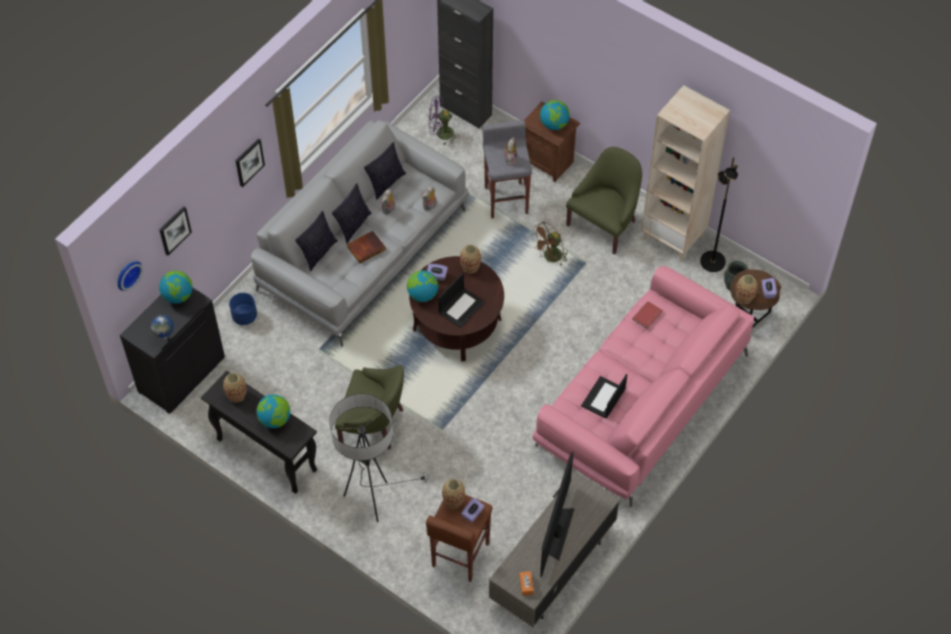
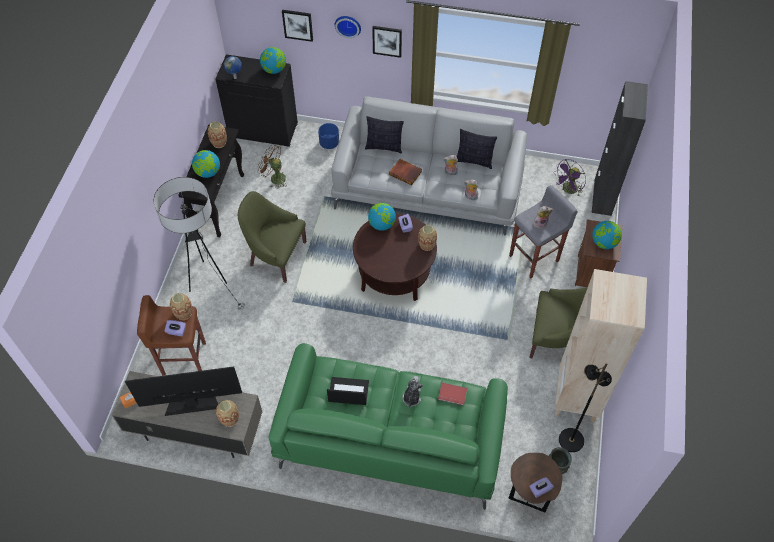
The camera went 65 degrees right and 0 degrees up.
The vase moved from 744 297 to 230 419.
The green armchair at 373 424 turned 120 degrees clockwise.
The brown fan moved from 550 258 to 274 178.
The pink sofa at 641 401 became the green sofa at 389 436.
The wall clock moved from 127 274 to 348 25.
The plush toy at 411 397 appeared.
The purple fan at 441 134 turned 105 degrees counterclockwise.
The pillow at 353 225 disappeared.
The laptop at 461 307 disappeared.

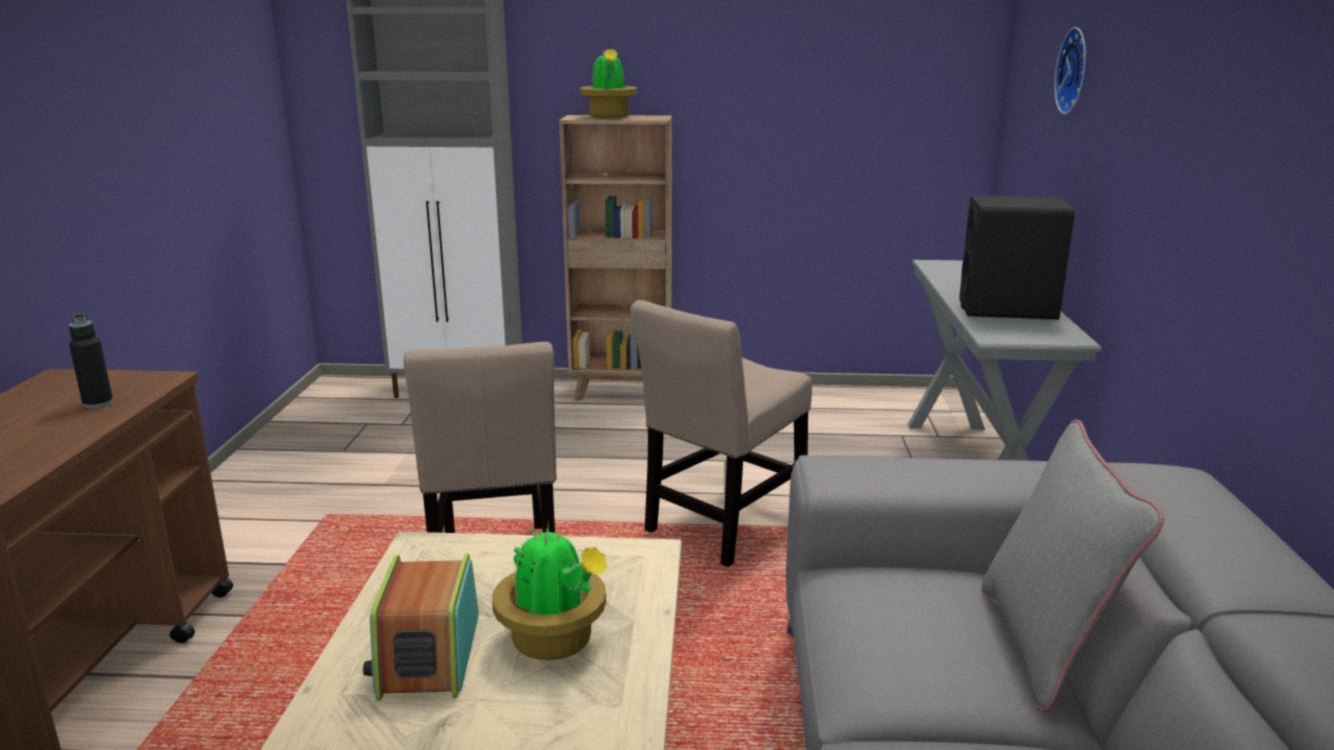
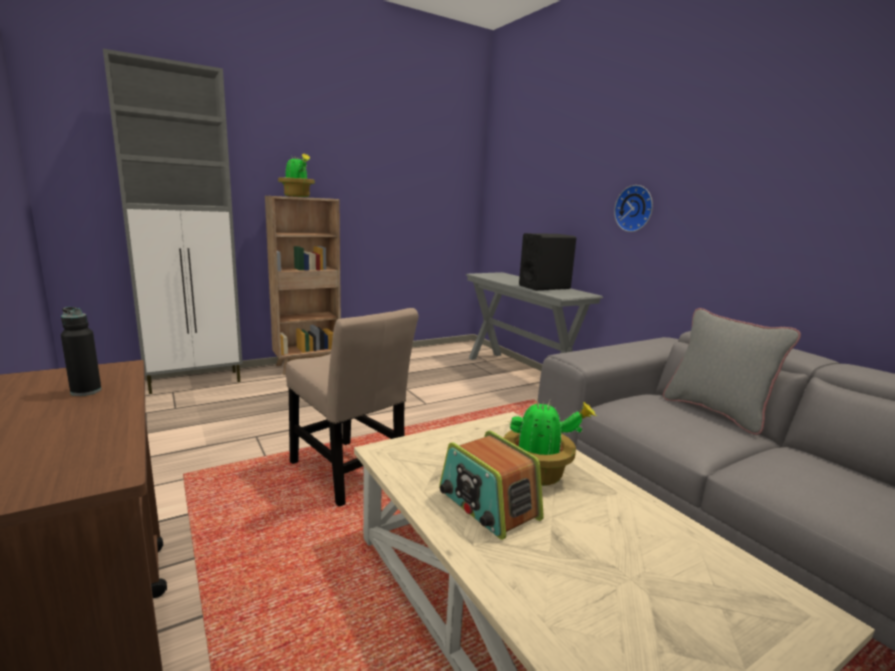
The camera went 35 degrees left and 5 degrees down.
The wall clock moved from 1077 71 to 635 208.
The beige chair at 722 526 disappeared.

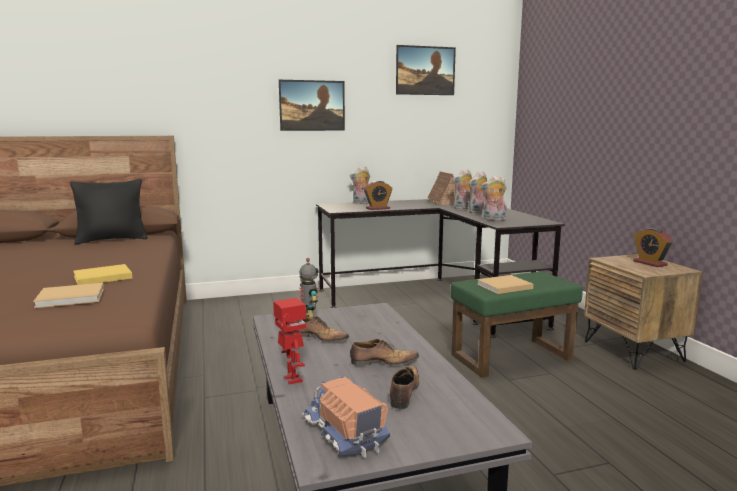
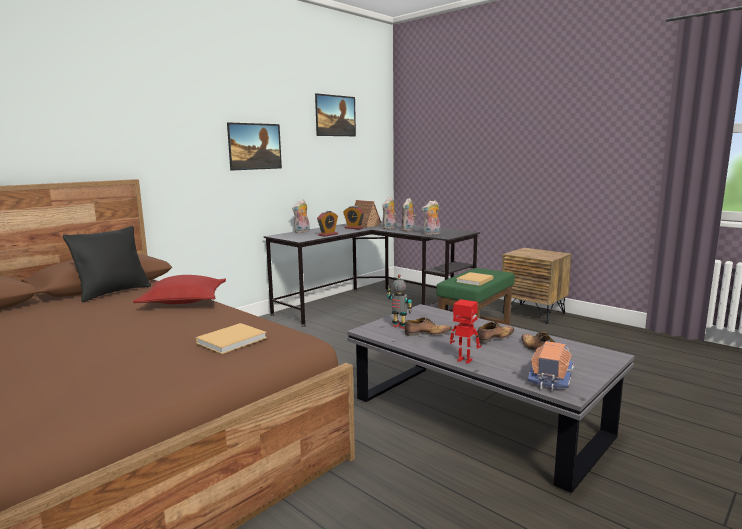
The camera went 30 degrees left and 0 degrees up.
The red pillow at 184 301 appeared.
The alarm clock moved from 649 263 to 354 228.
The toy truck at 344 433 turned 90 degrees clockwise.
The yellow book at 101 277 disappeared.

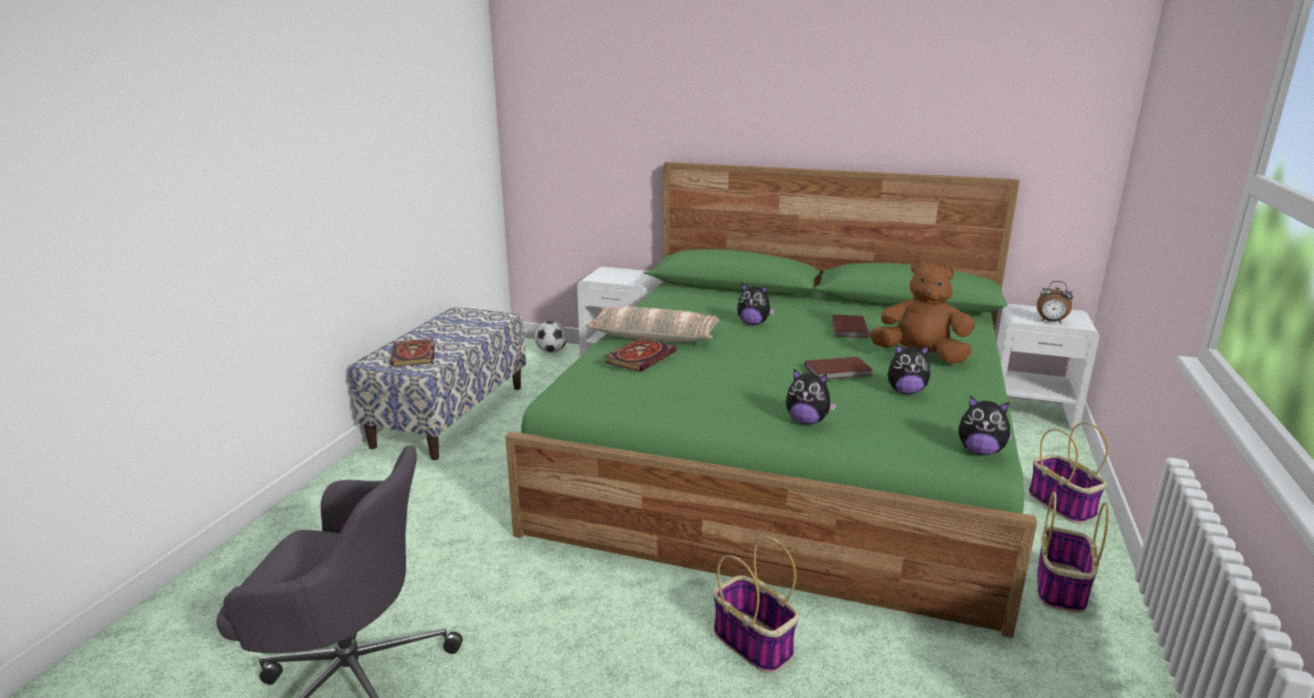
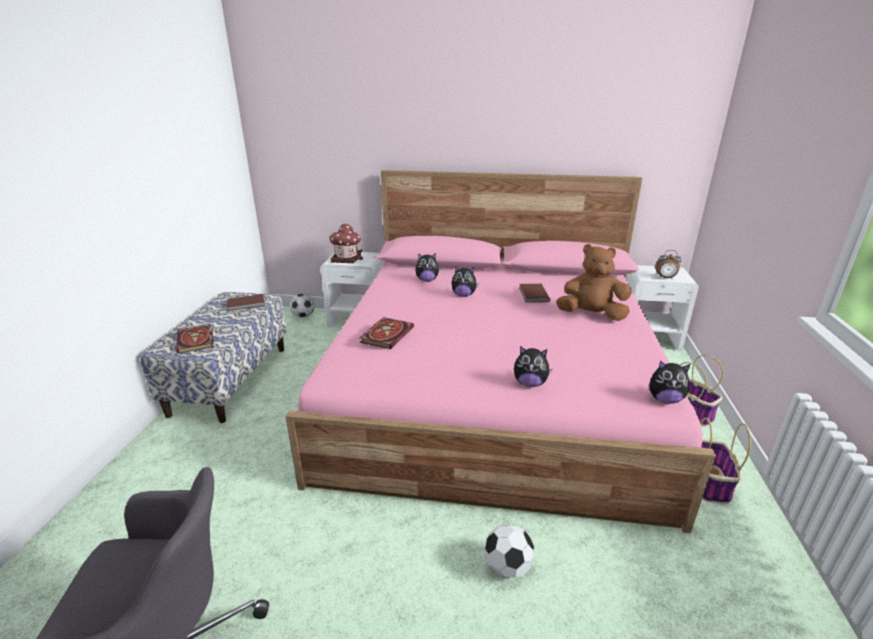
The camera went 10 degrees left and 5 degrees up.
The brown book moved from 839 371 to 246 304.
The green bed at 787 454 became the pink bed at 493 389.
The toy house at 346 258 appeared.
The plush toy moved from 906 391 to 427 280.
The basket at 754 643 was replaced by the football at 507 567.
The pillow at 654 336 disappeared.

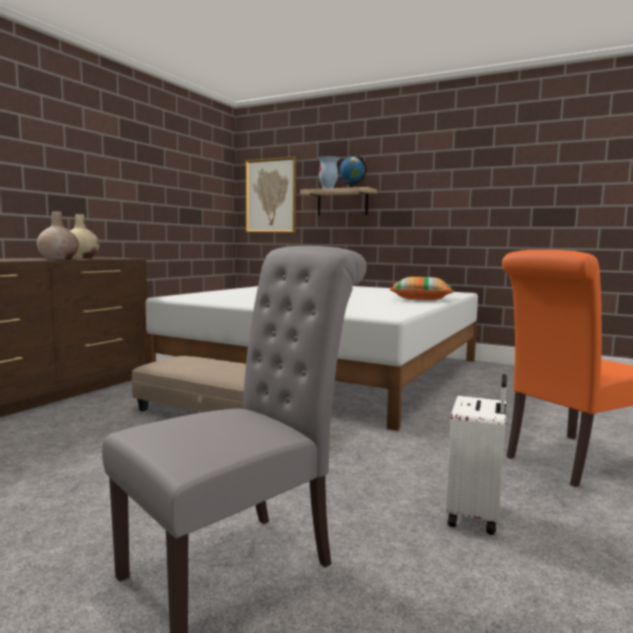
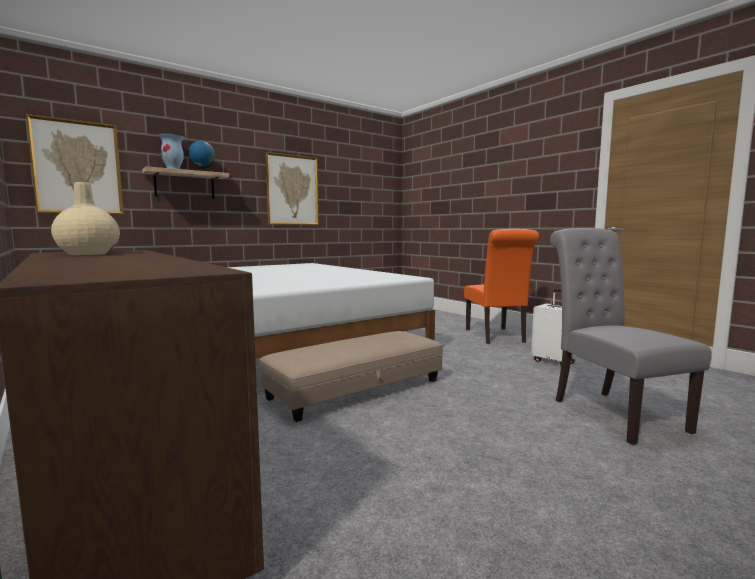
The camera went 65 degrees left and 0 degrees up.
The picture at 292 190 appeared.
The beige vase at 58 259 disappeared.
The pillow at 421 299 disappeared.

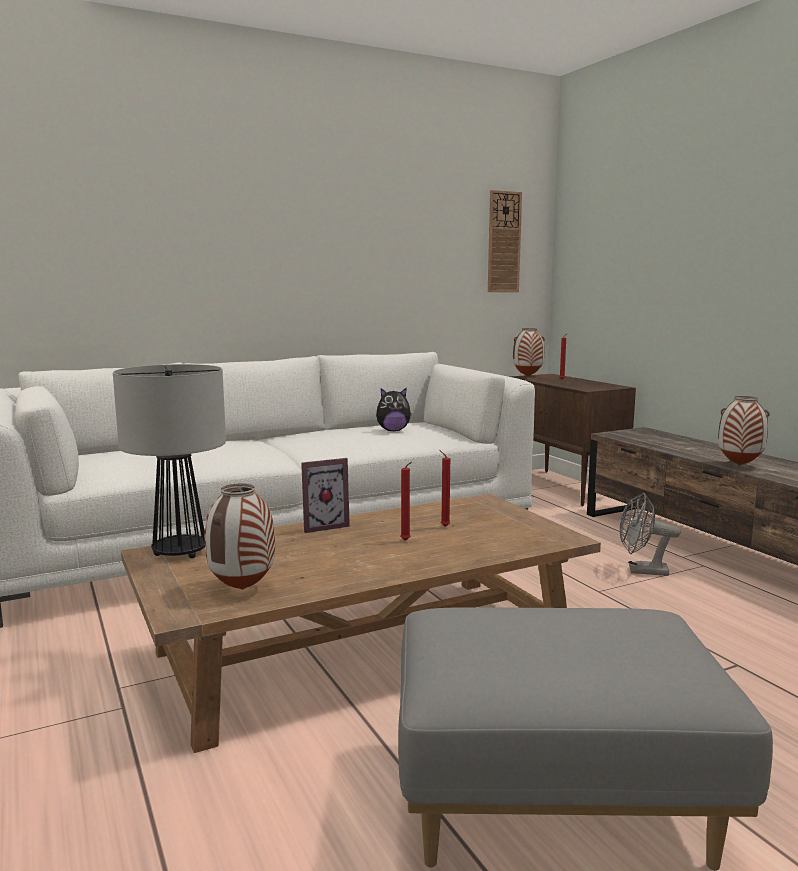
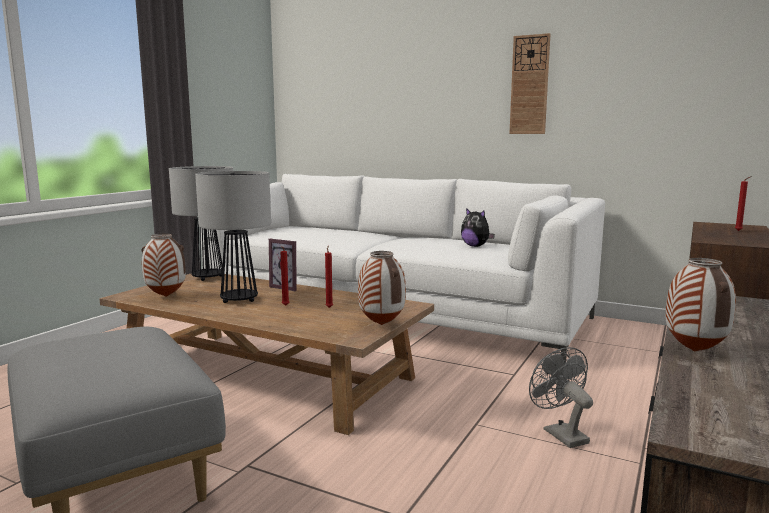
The camera went 55 degrees right and 0 degrees up.
The table lamp at 239 300 appeared.
The vase moved from 527 376 to 381 324.
The wall clock moved from 503 242 to 529 85.

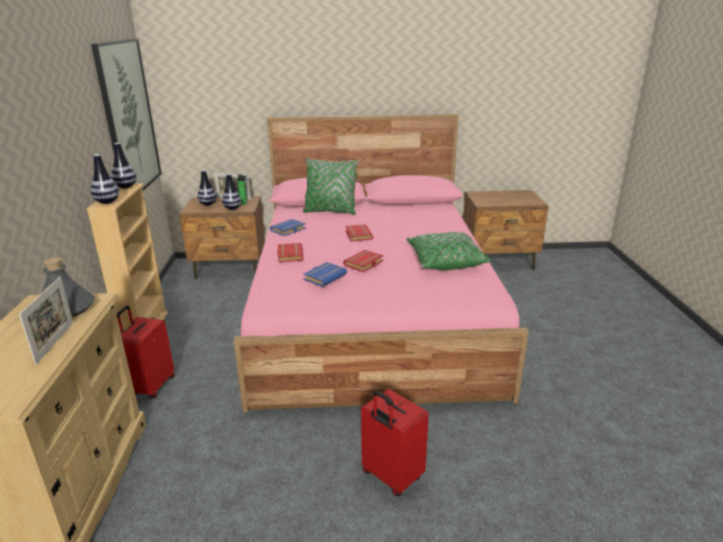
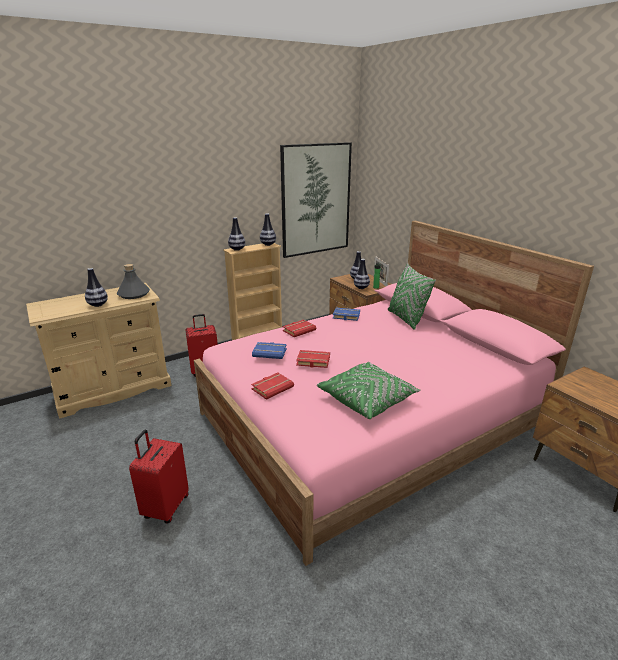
The camera went 60 degrees right and 0 degrees up.
The picture frame at 55 342 was replaced by the vase at 98 305.
The red book moved from 357 235 to 272 387.

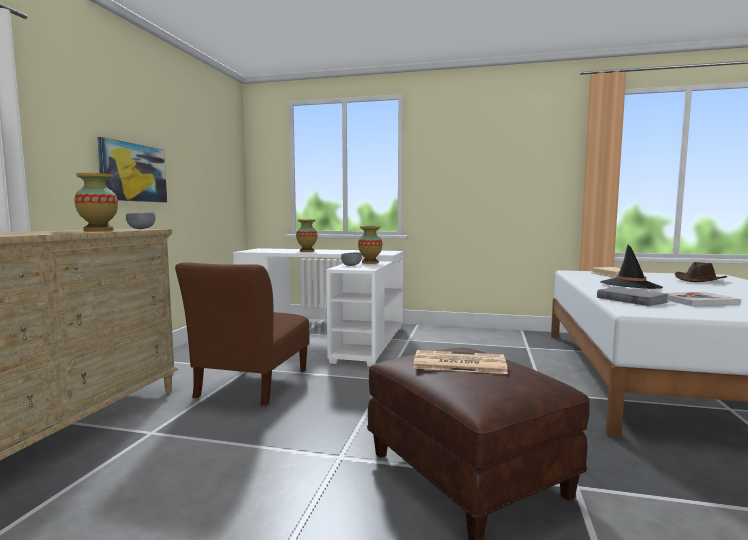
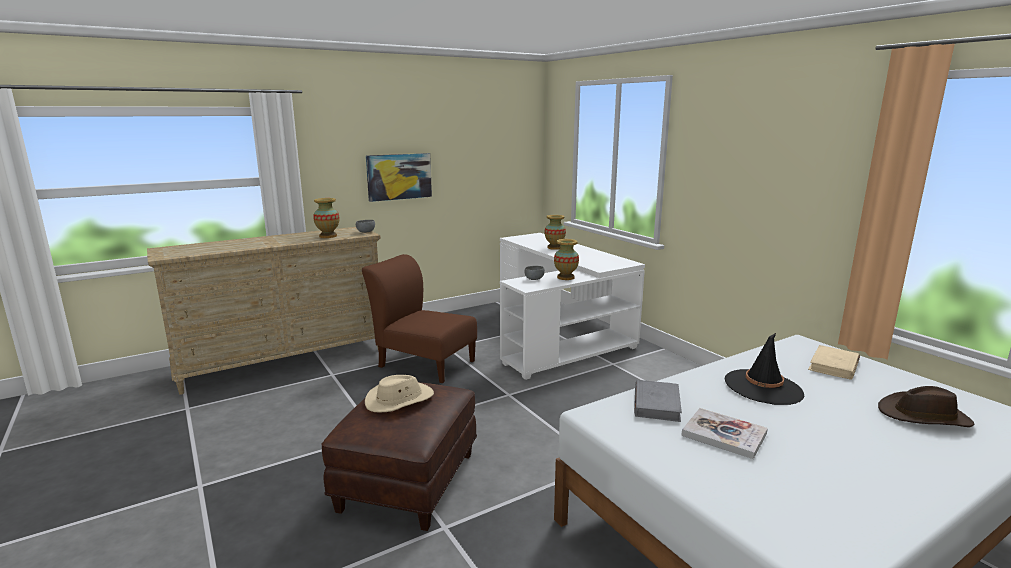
The camera went 45 degrees right and 10 degrees up.
The brown chair at 251 385 turned 60 degrees clockwise.
The newspaper at 458 363 was replaced by the beige hat at 399 400.

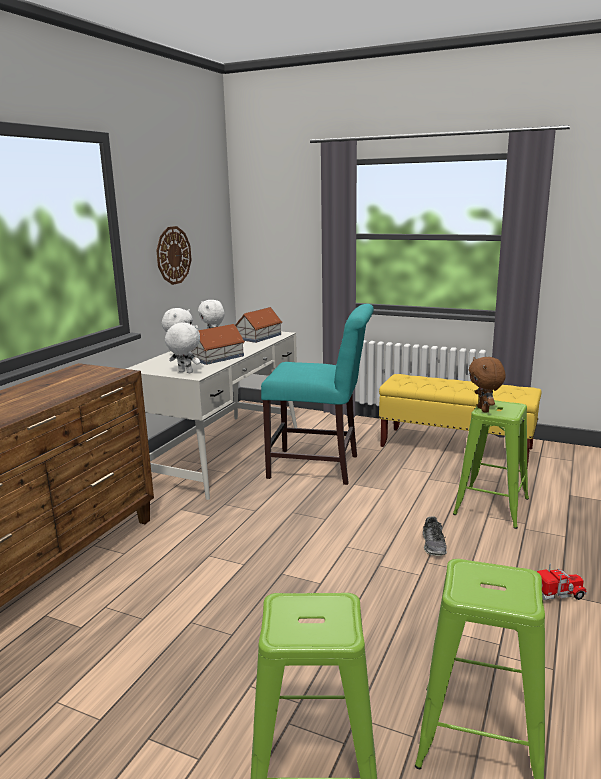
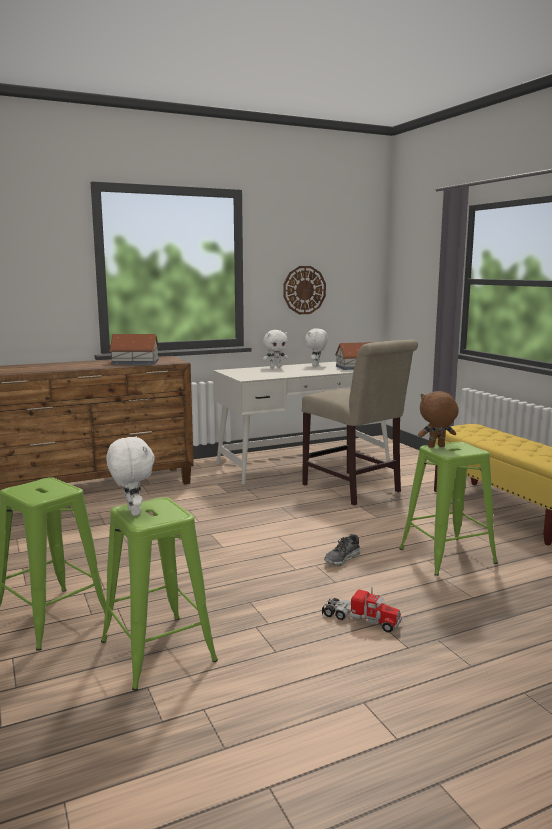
The camera went 40 degrees right and 5 degrees down.
The white plush toy moved from 185 372 to 132 512.
The toy house moved from 217 357 to 135 362.
The turquoise chair at 319 467 became the beige chair at 354 489.
The brown plush toy at 484 410 turned 45 degrees clockwise.

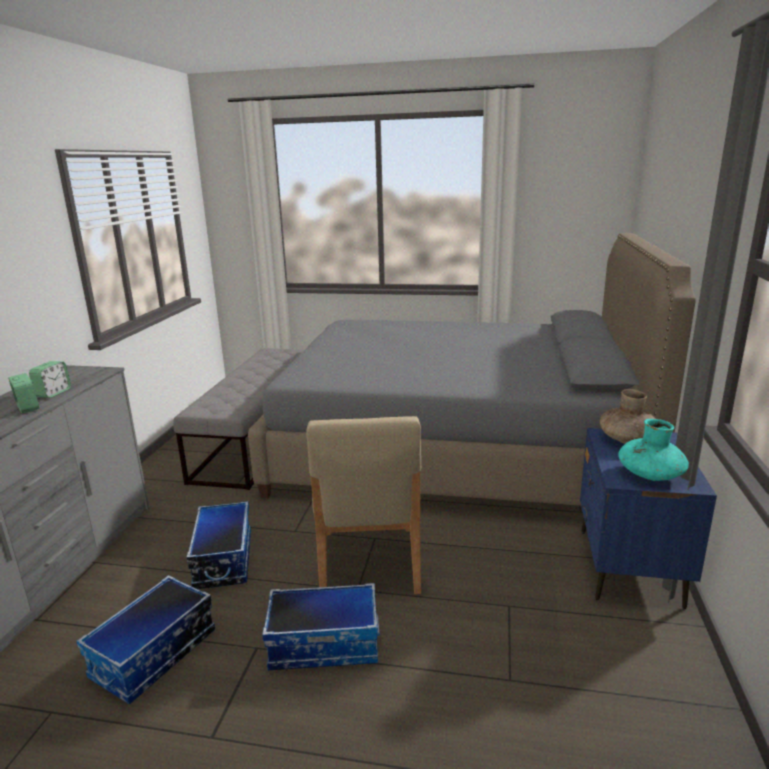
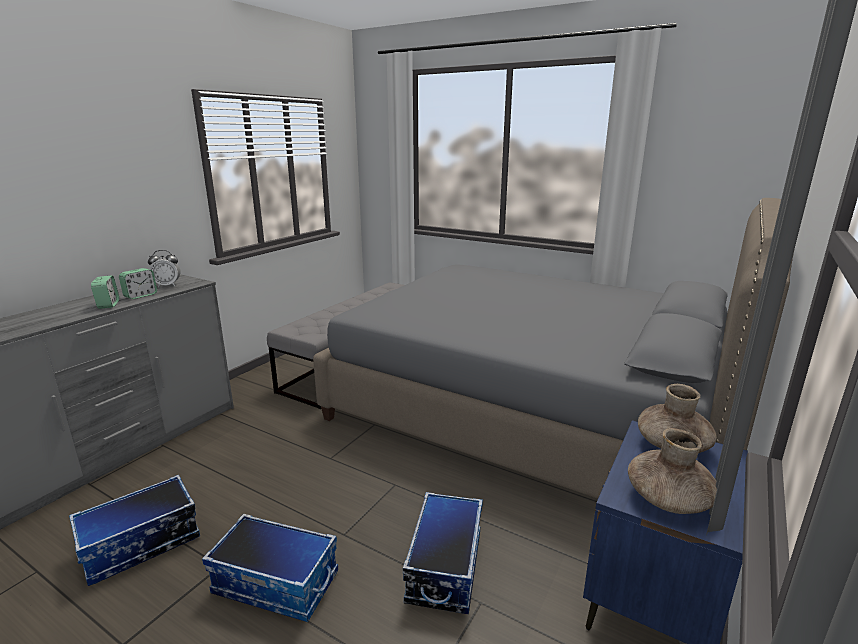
The camera went 20 degrees right and 0 degrees up.
The alarm clock at 167 285 appeared.
The storage box moved from 223 559 to 444 566.
The turquoise vase at 650 474 became the brown vase at 668 499.
The beige chair at 368 562 disappeared.

